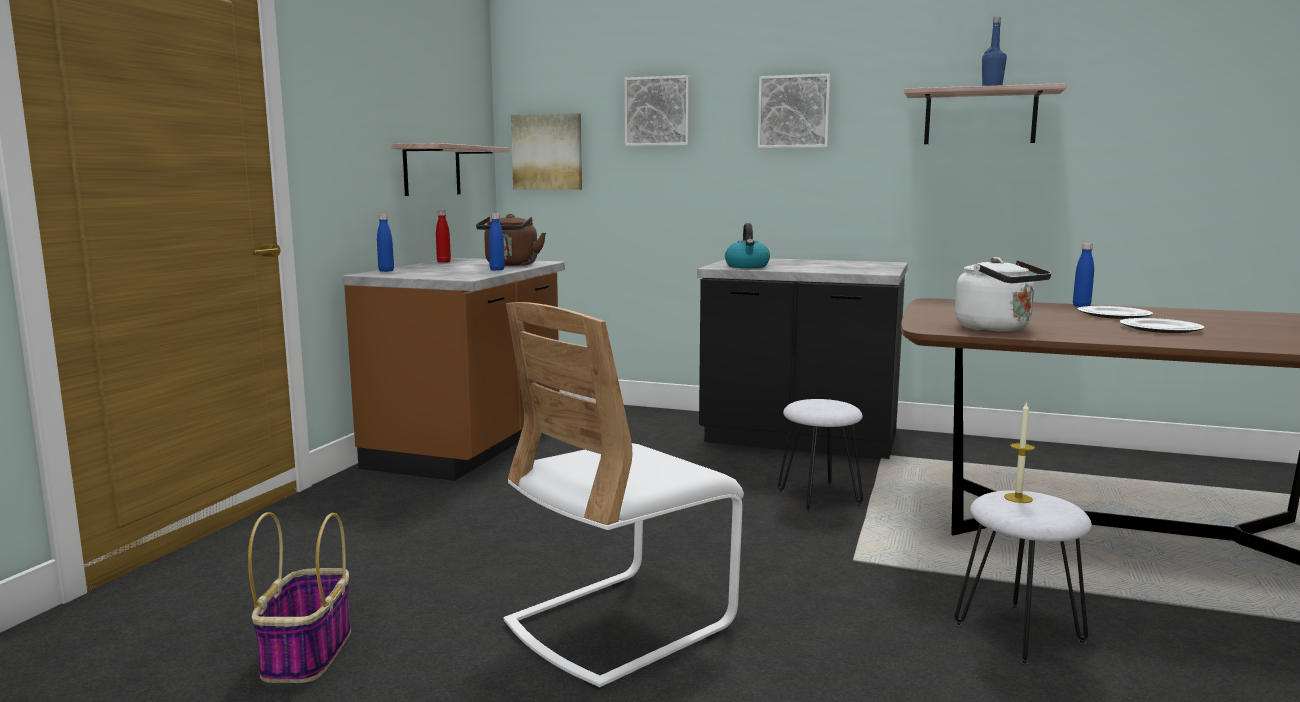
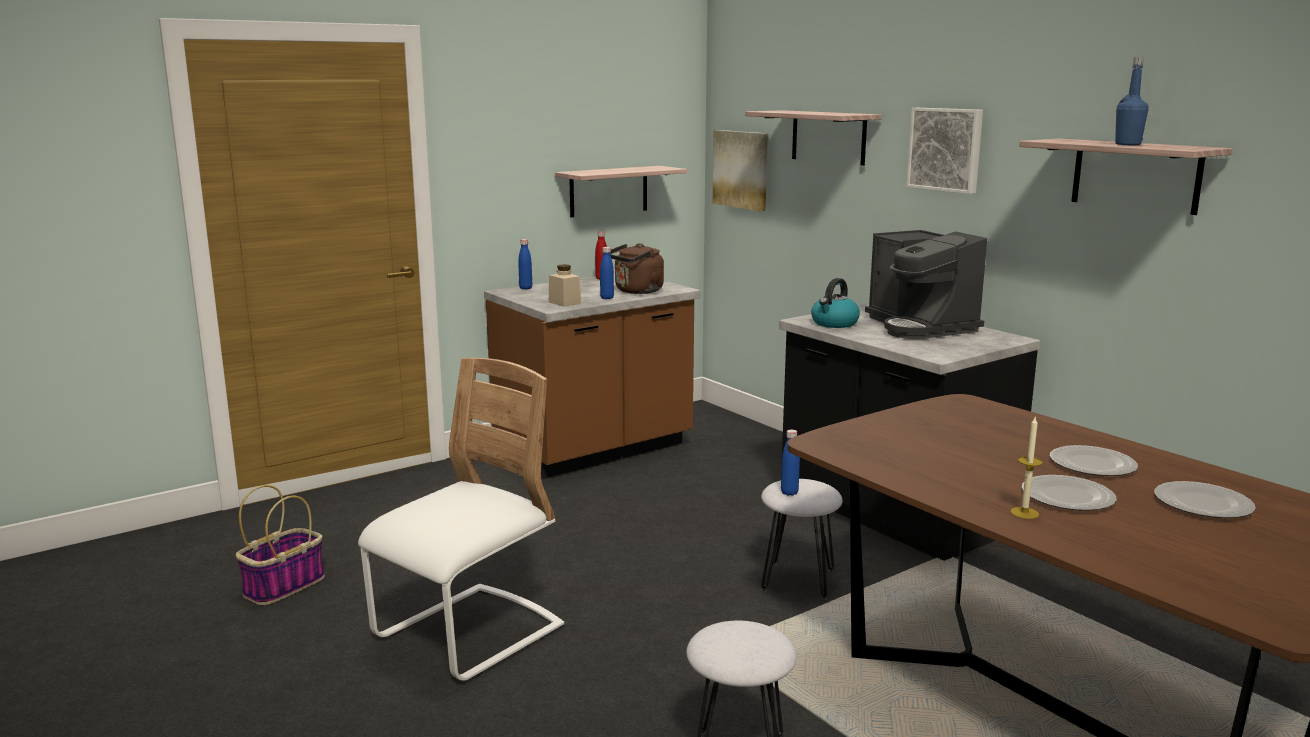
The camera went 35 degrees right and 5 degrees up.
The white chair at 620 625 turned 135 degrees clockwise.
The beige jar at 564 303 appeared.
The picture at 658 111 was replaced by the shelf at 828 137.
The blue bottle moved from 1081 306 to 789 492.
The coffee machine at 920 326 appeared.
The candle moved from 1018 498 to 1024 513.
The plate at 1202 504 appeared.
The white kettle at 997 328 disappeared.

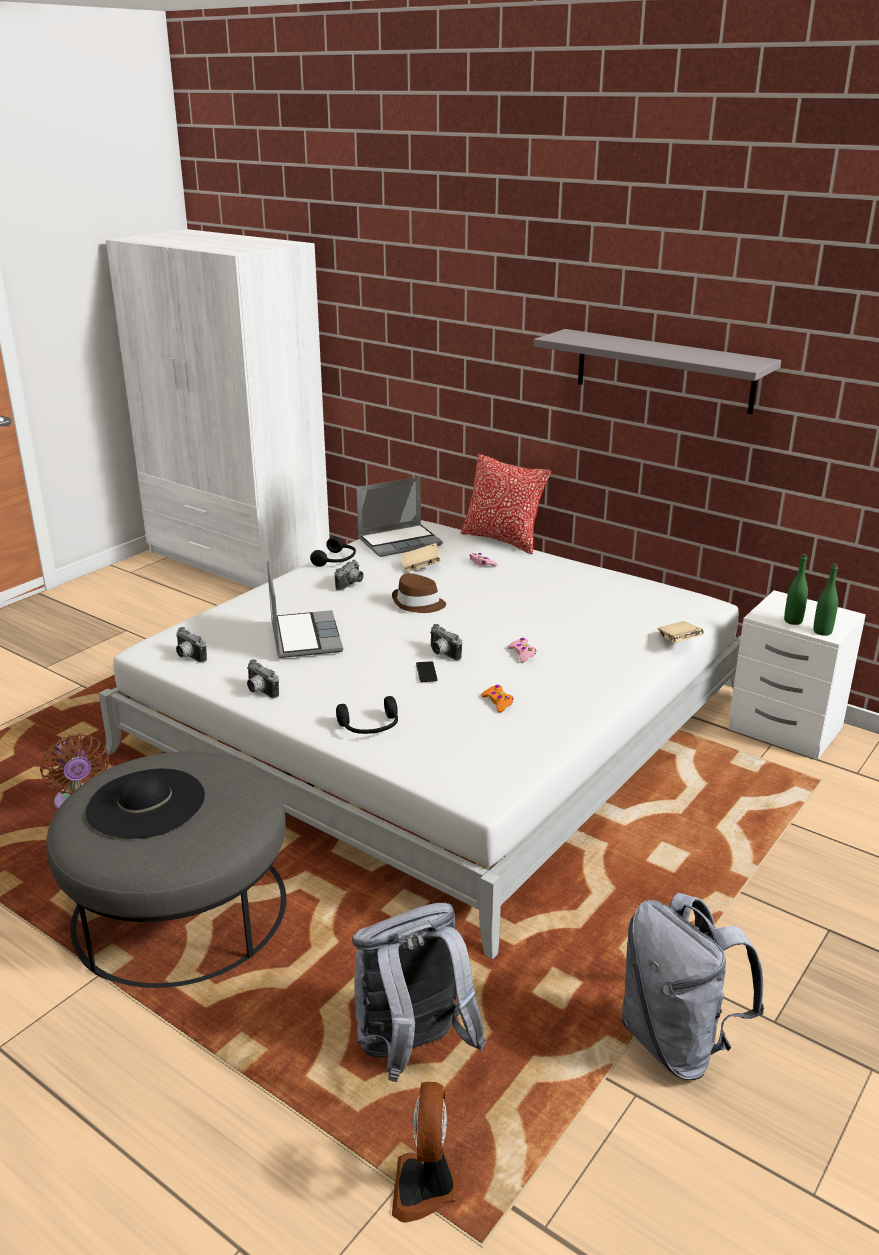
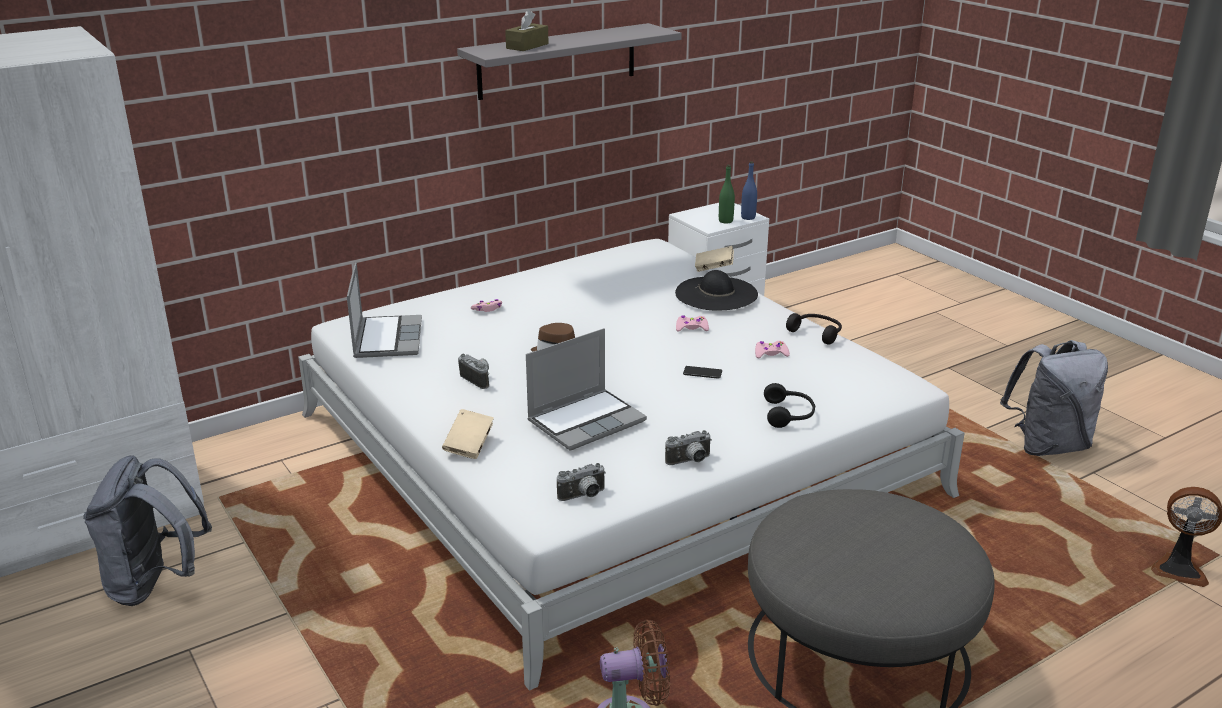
The camera went 70 degrees left and 0 degrees up.
The grey backpack moved from 412 1050 to 156 584.
The beige book moved from 420 567 to 469 446.
The brown tissue box at 527 46 appeared.
The laptop at 304 636 turned 135 degrees clockwise.
The black hat moved from 146 803 to 716 293.
The green bottle at 822 632 became the blue bottle at 748 217.
The orange game controller at 498 702 became the pink game controller at 770 354.
The black headphones moved from 336 560 to 816 333.
The photo camera at 442 654 disappeared.
The pillow at 502 540 disappeared.

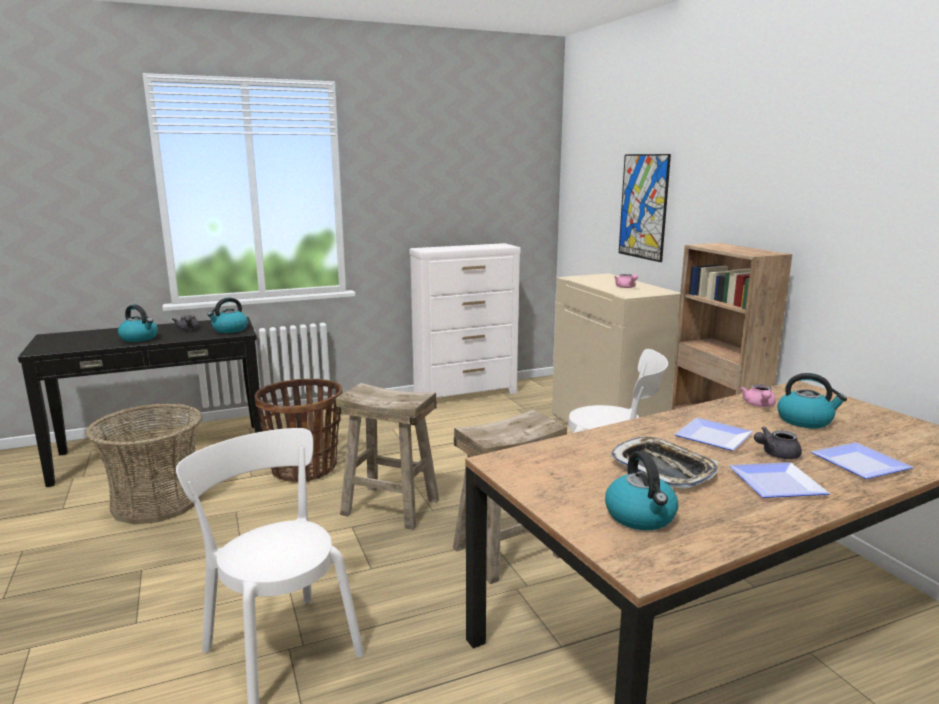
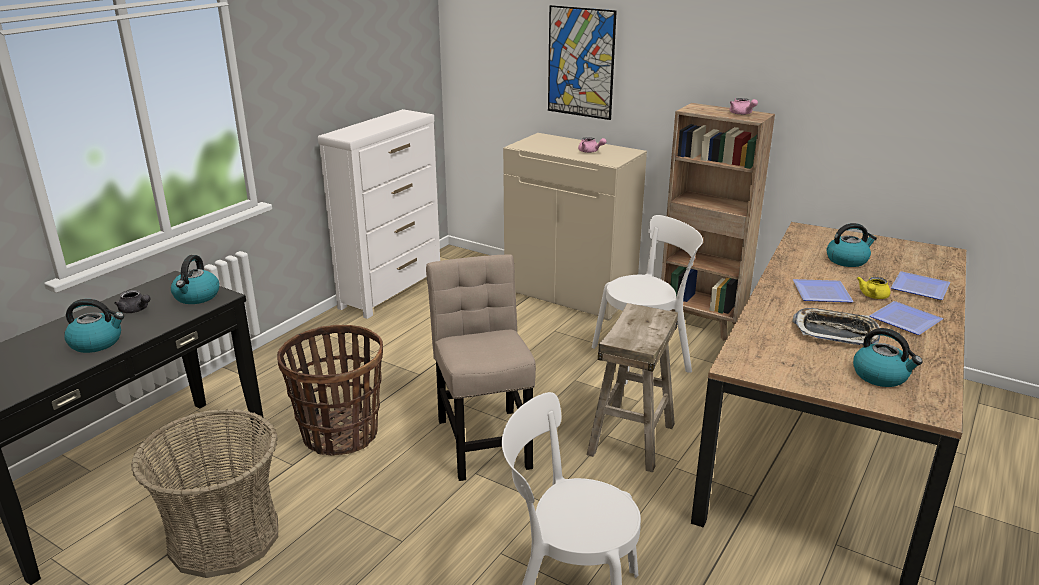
The camera went 35 degrees left and 10 degrees up.
The beige stool at 391 506 was replaced by the beige chair at 484 439.
The pink teapot moved from 759 405 to 742 114.
The grey teapot at 775 454 became the yellow teapot at 872 296.

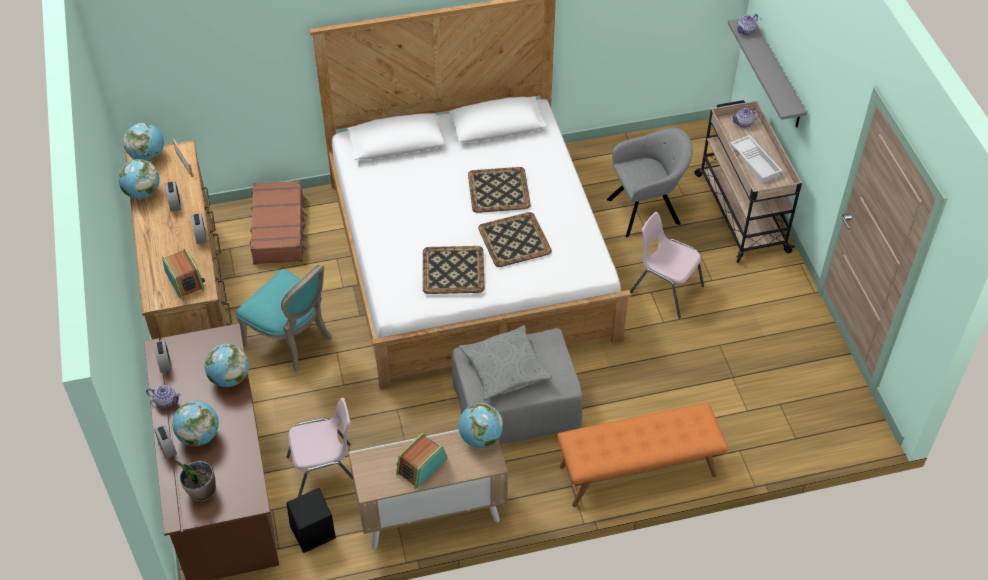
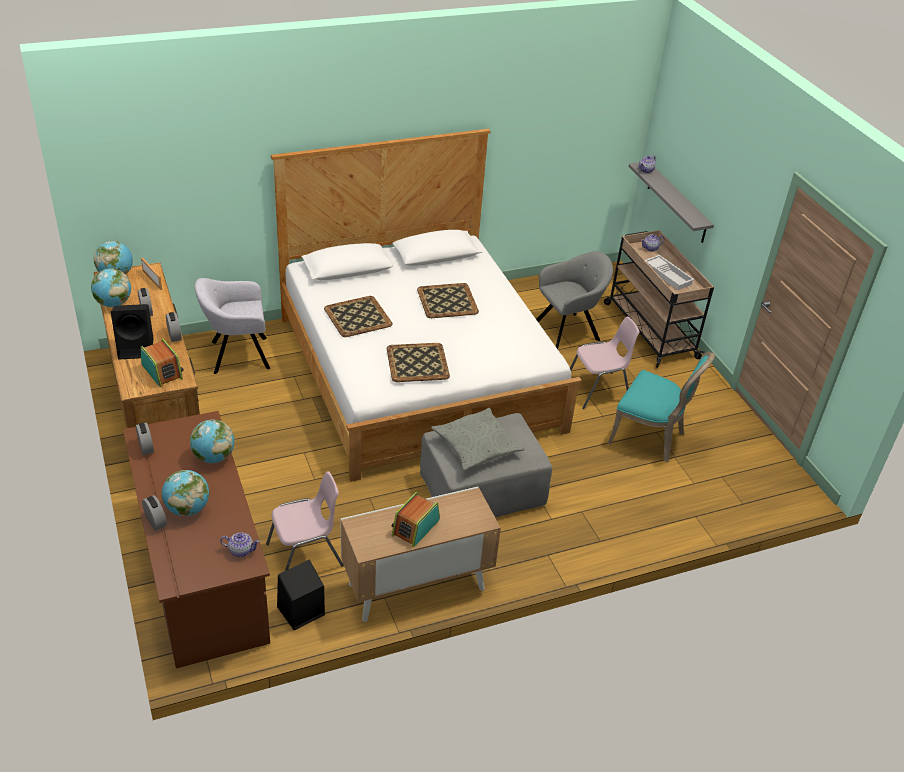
The camera went 10 degrees left and 10 degrees down.
The black speaker at 137 348 appeared.
The brown suitcase at 279 229 was replaced by the grey armchair at 237 355.
The teapot moved from 165 401 to 240 550.
The tray moved from 513 239 to 357 316.
The pink chair at 665 289 turned 135 degrees clockwise.
The turquoise chair moved from 292 341 to 650 437.
The potted plant at 201 491 disappeared.
The globe at 480 438 disappeared.
The orange bench at 638 471 disappeared.

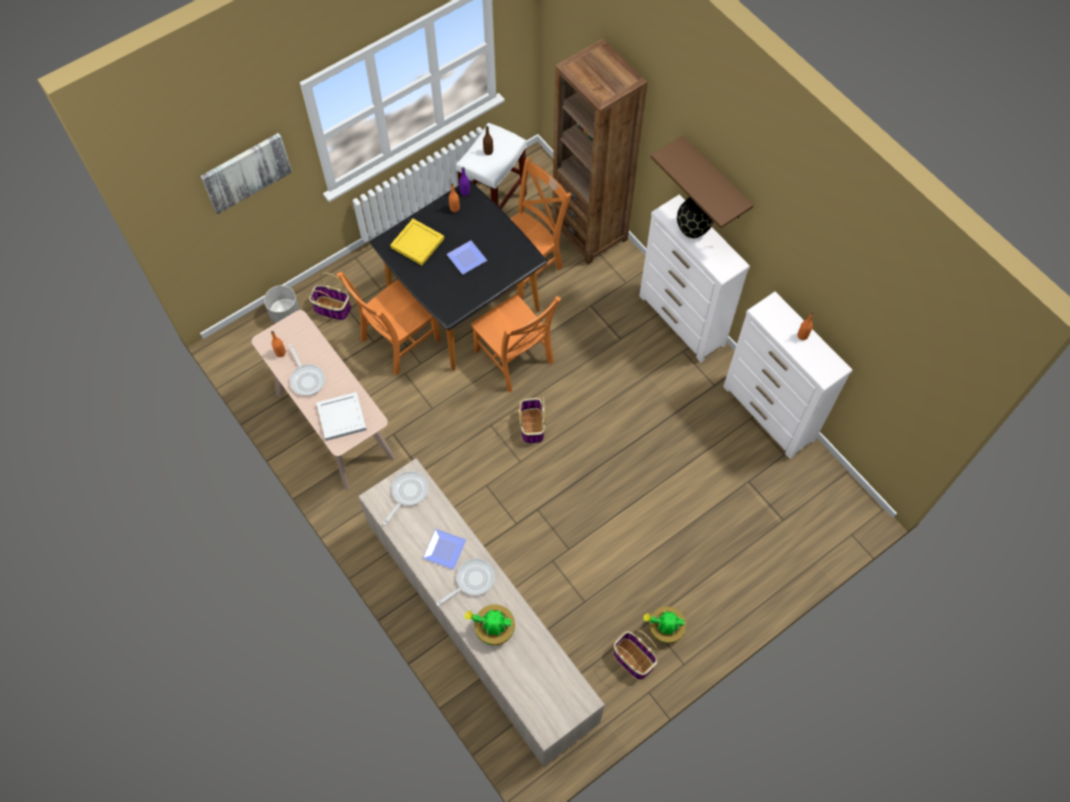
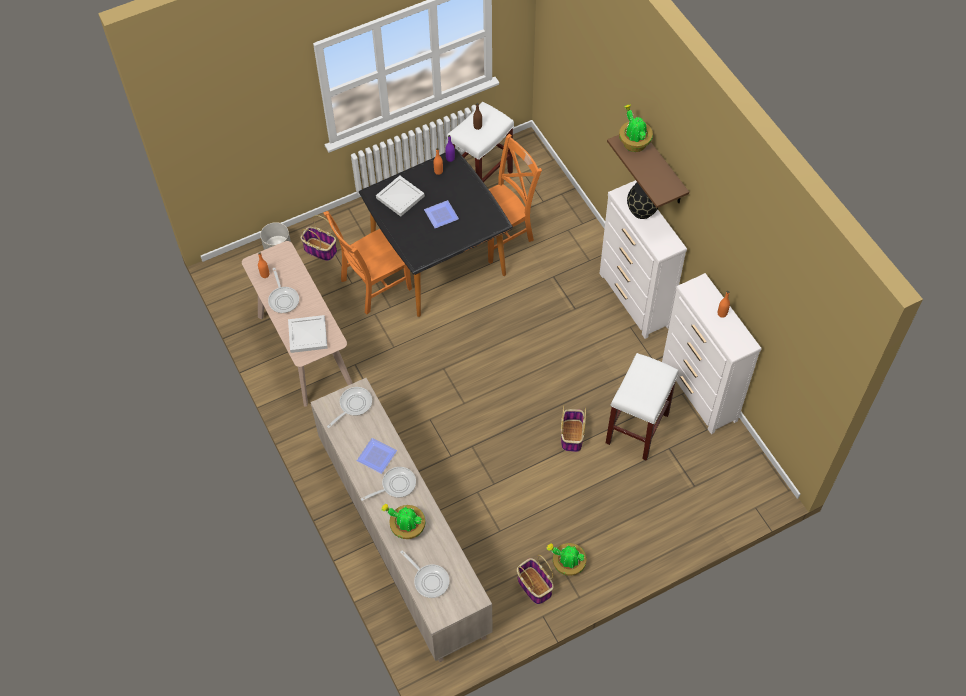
The camera went 10 degrees right and 5 degrees down.
The yellow tray at 417 244 became the white tray at 400 198.
The frying pan at 429 580 appeared.
The basket moved from 531 425 to 571 435.
The white stool at 637 429 appeared.
The potted plant at 633 143 appeared.
The picture at 246 172 disappeared.
The orange chair at 515 359 disappeared.
The brown bookcase at 589 232 disappeared.

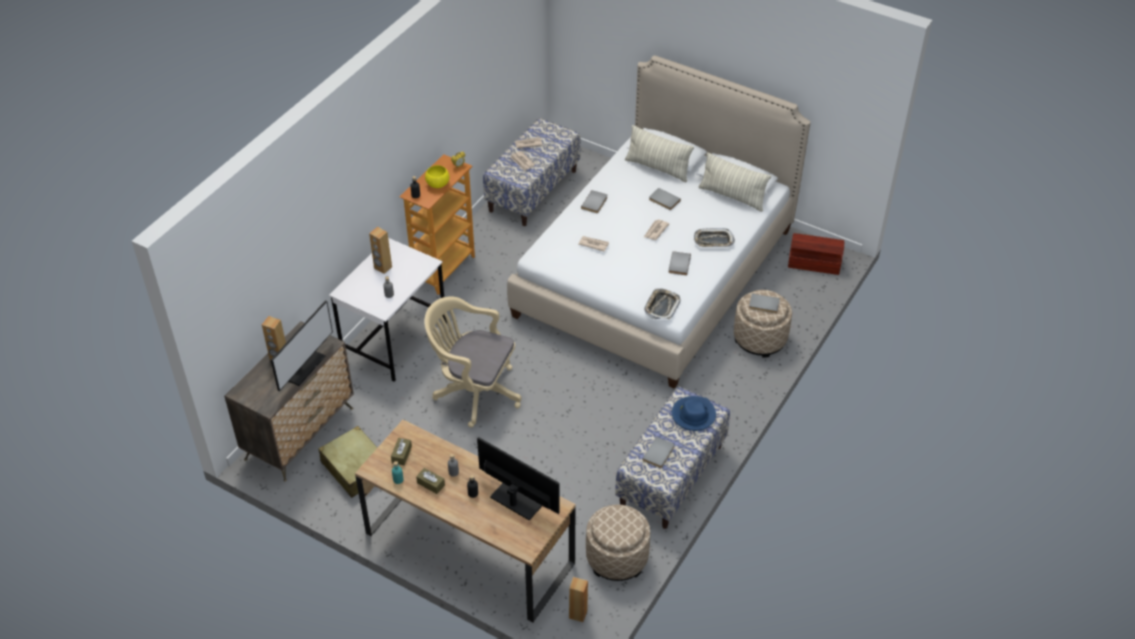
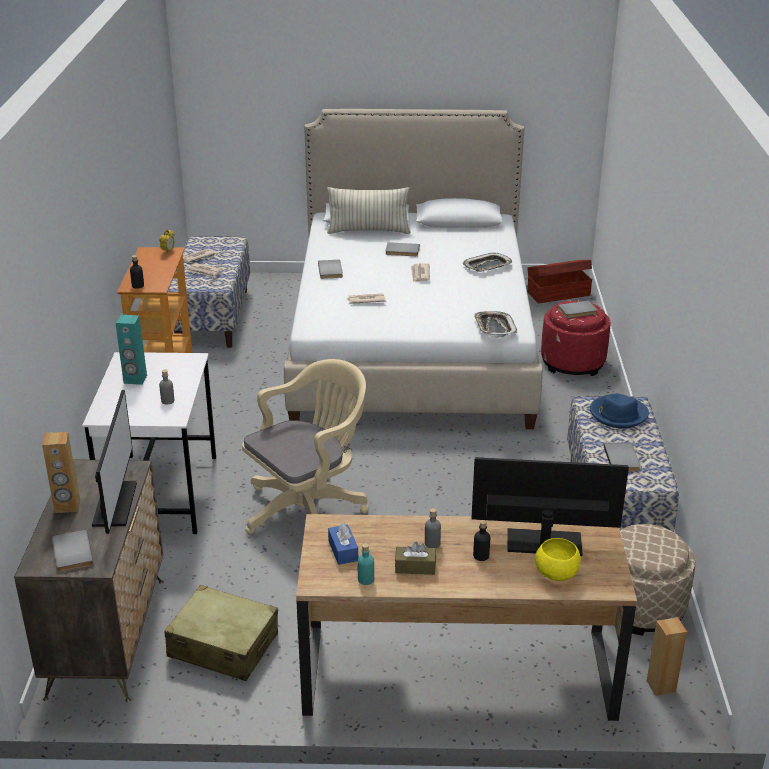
The camera went 30 degrees left and 15 degrees down.
The grey book moved from 678 264 to 70 553.
The brown speaker at 383 268 became the turquoise speaker at 135 379.
The beige office chair at 473 391 turned 150 degrees clockwise.
The brown tissue box at 401 454 became the blue tissue box at 343 551.
The yellow bowl moved from 438 184 to 556 573.
The beige ottoman at 760 338 became the red ottoman at 572 362.
The pillow at 732 196 disappeared.

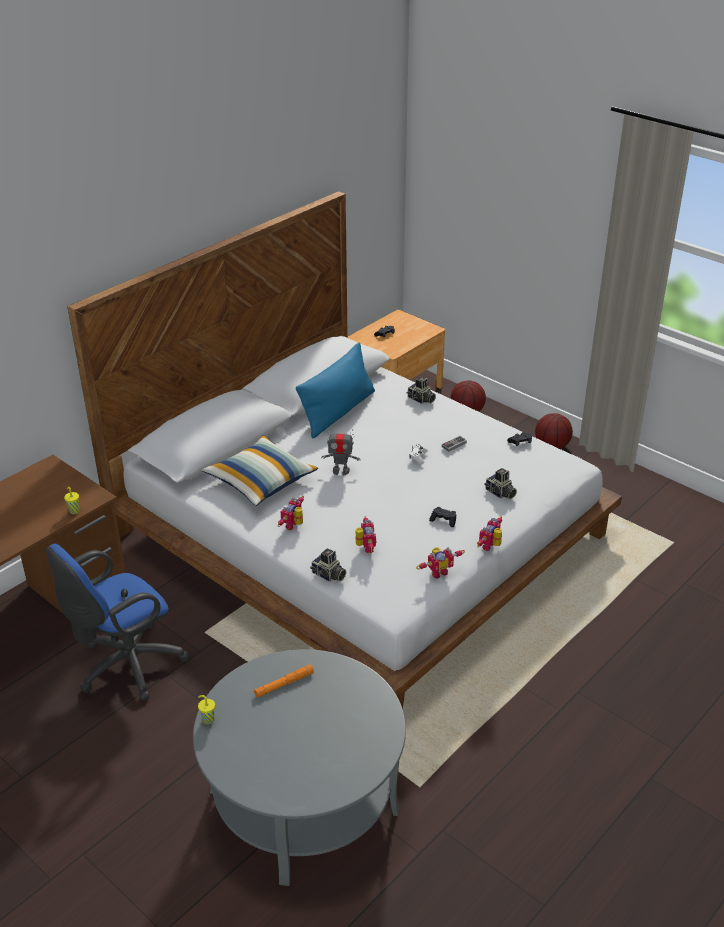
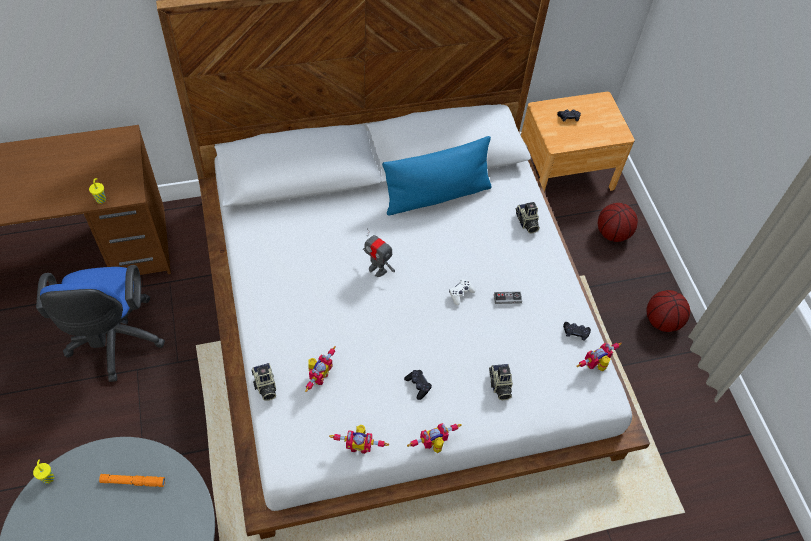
The camera went 30 degrees right and 20 degrees up.
The blue office chair at 125 667 turned 90 degrees counterclockwise.
The toy robot moved from 294 526 to 596 366.
The pillow at 261 481 disappeared.

